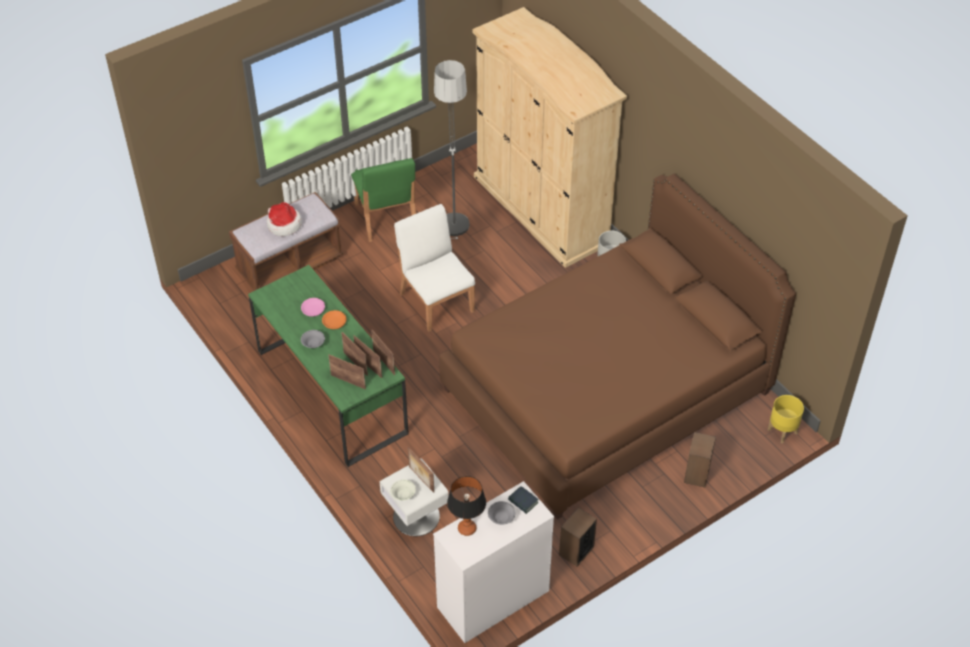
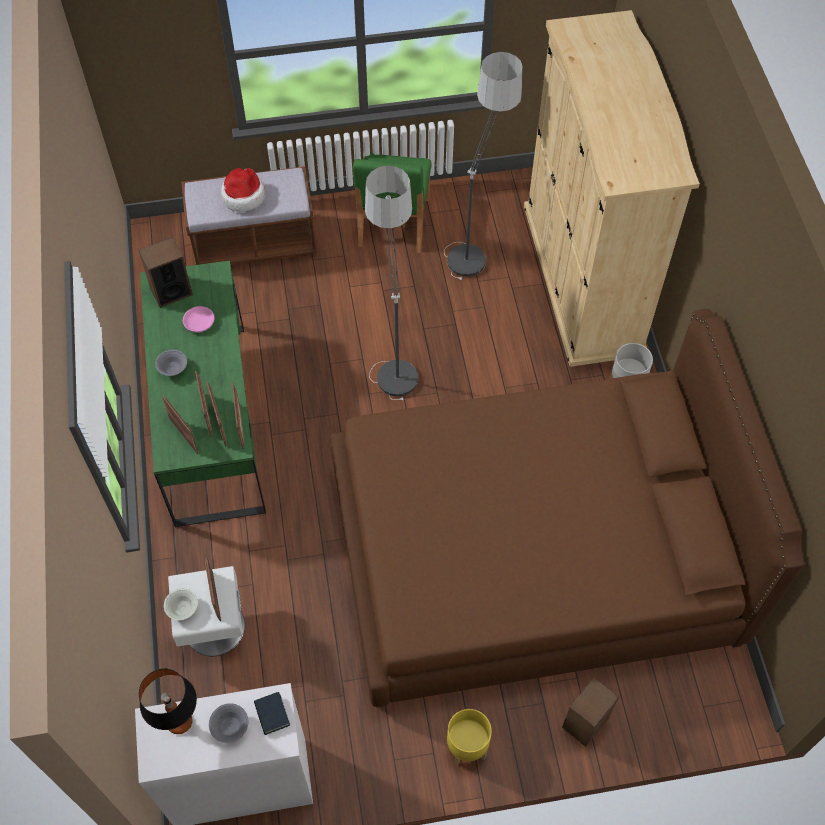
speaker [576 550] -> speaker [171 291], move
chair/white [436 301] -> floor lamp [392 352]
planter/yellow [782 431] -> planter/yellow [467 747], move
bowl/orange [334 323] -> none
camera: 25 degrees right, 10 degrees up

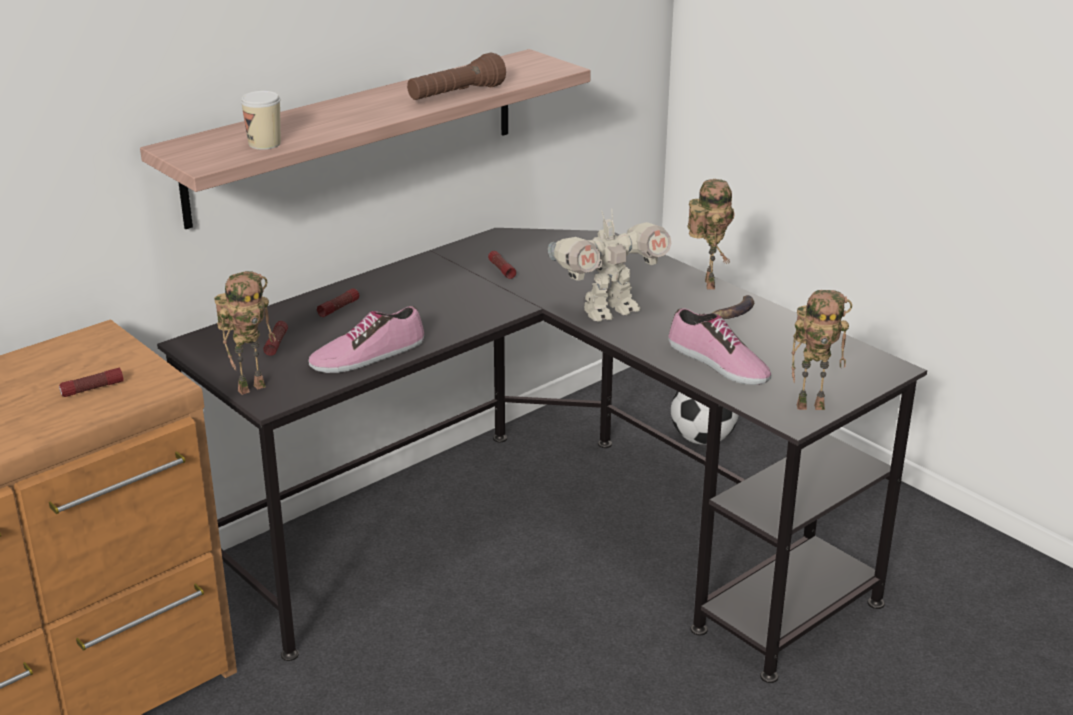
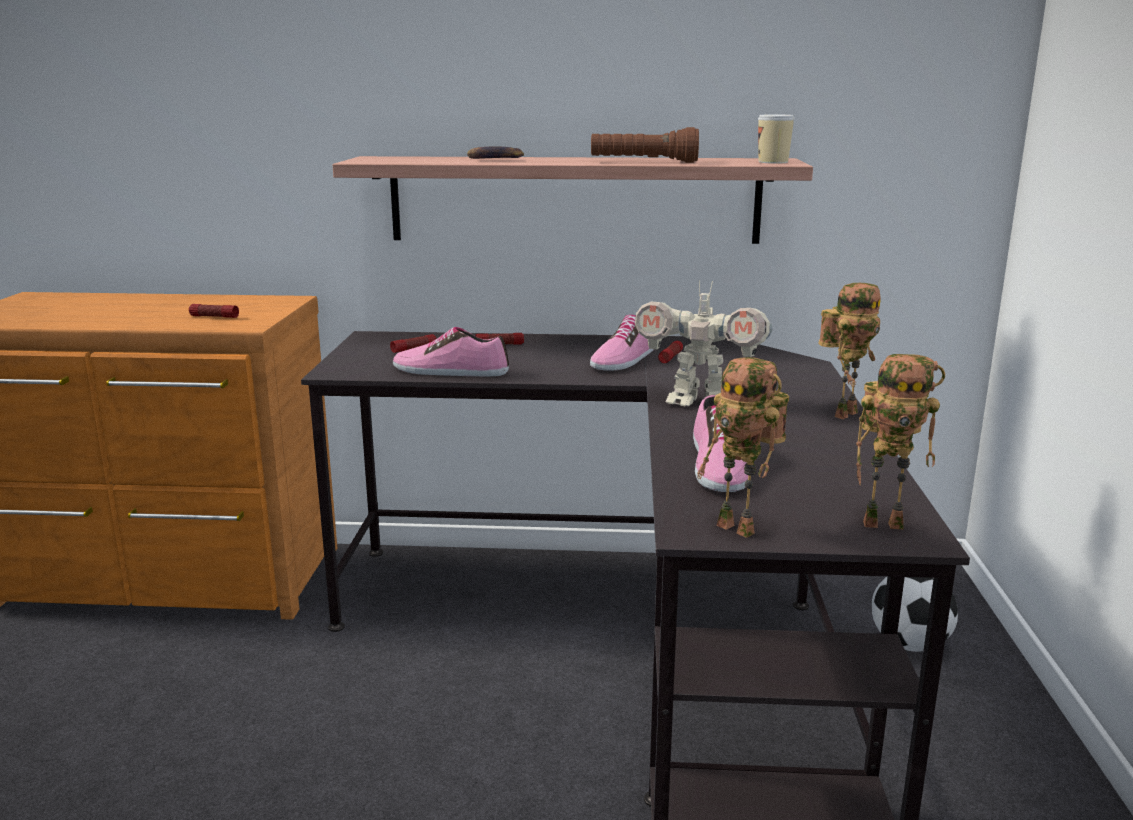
banana [732 312] -> banana [494 159], move
none -> shoe [624 358]
cup [264 144] -> cup [773 162], move
toy robot [252 387] -> toy robot [885 523], move
camera: 45 degrees right, 10 degrees down

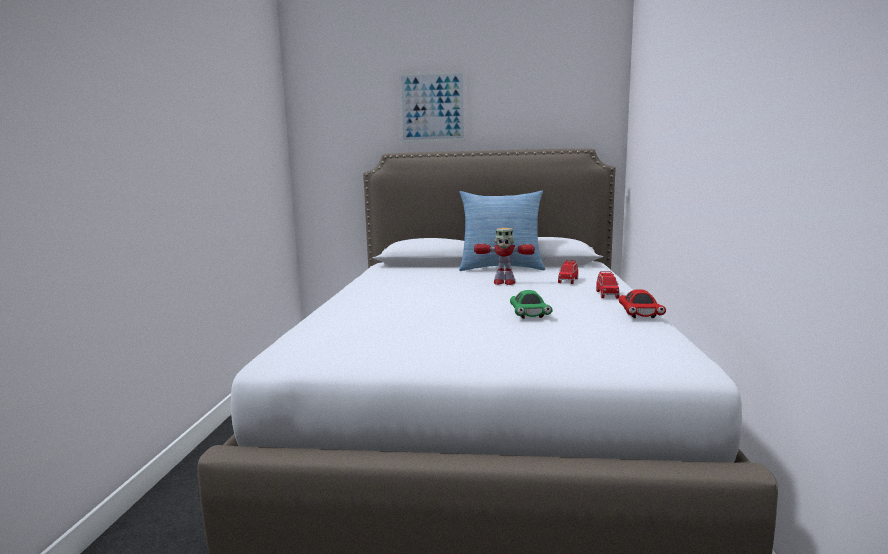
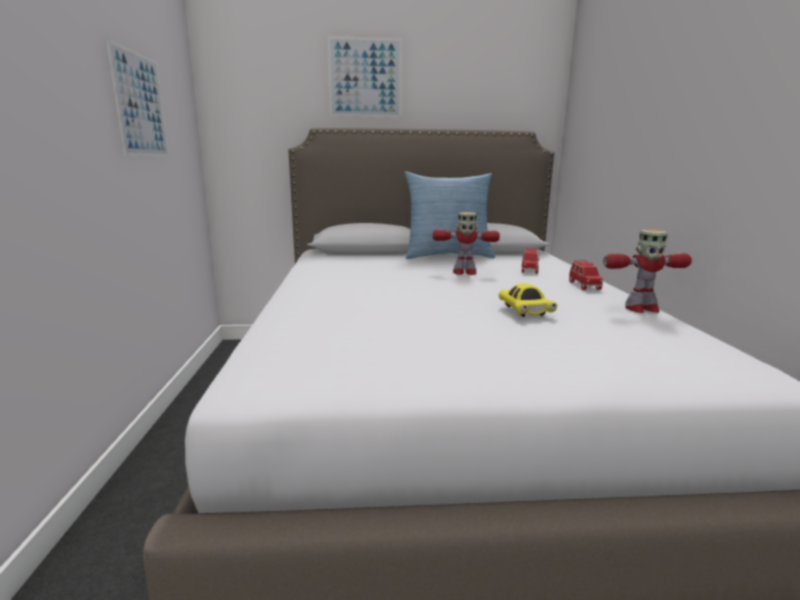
none -> picture [141 105]
toy car/green [529 314] -> toy car/yellow [524 311]
toy car/red [639 314] -> toy robot [641 308]
camera: 10 degrees left, 5 degrees up

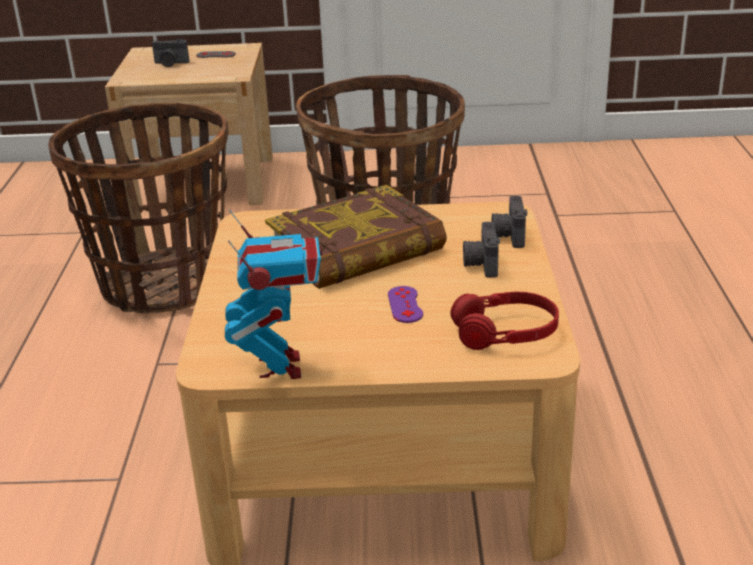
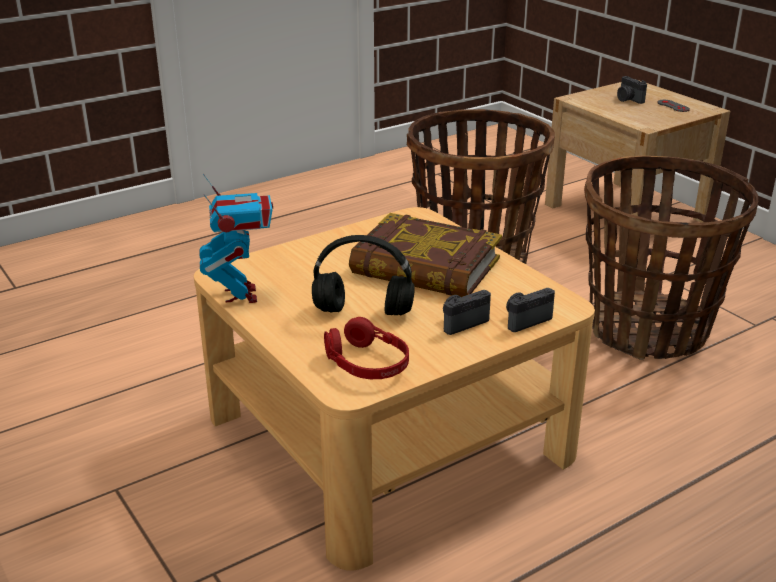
toy robot [281 366] -> toy robot [241 295], 60 degrees counterclockwise
game controller/purple [405 305] -> headphones/black [365 311]
camera: 55 degrees right, 0 degrees up

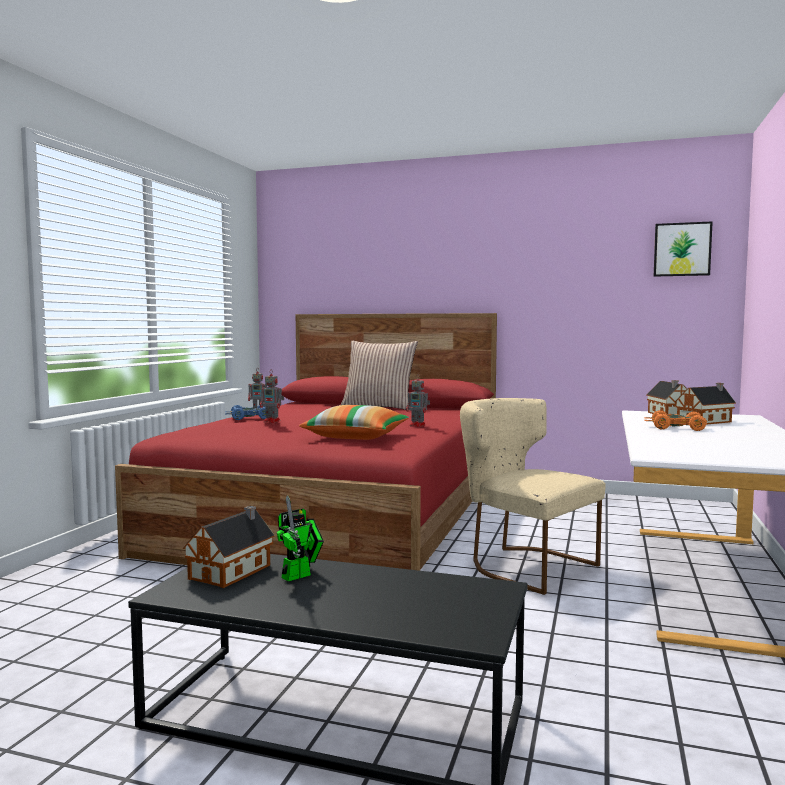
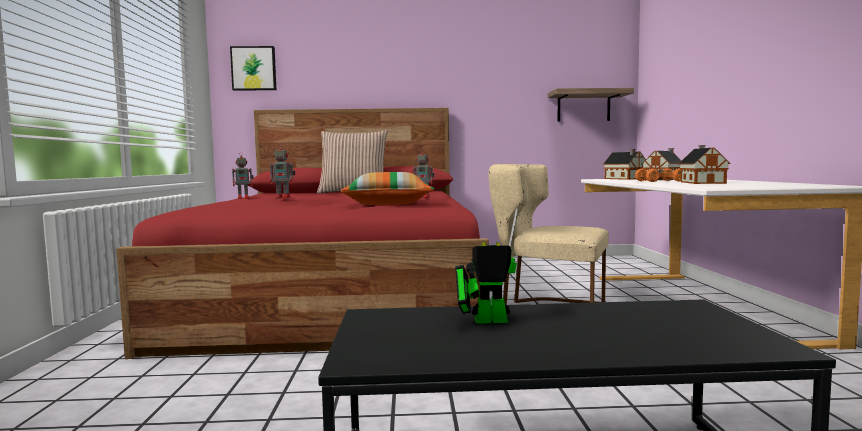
picture [682 249] -> picture [254 68], move
toy robot [300 575] -> toy robot [485 321], 120 degrees counterclockwise
none -> shelf [583 106]
toy house [233 571] -> toy house [702 182], move
toy car/blue [249 418] -> none
camera: 20 degrees left, 0 degrees up

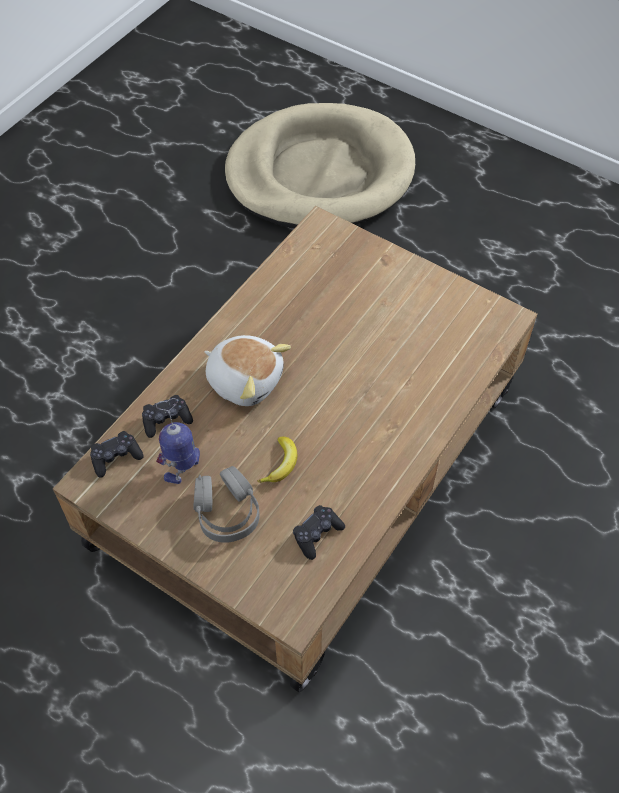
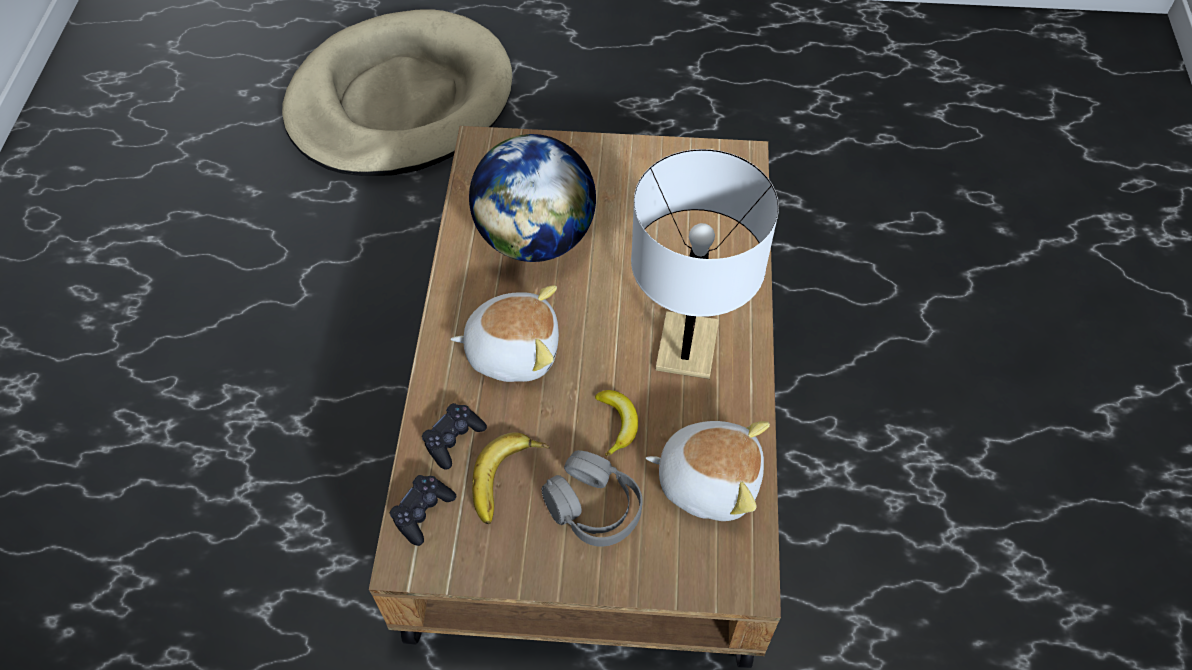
none -> globe [535 238]
toy robot [183 466] -> banana [509 481]
none -> table lamp/white [687 347]
game controller/black [317 534] -> plush toy [708 479]
camera: 30 degrees left, 0 degrees up

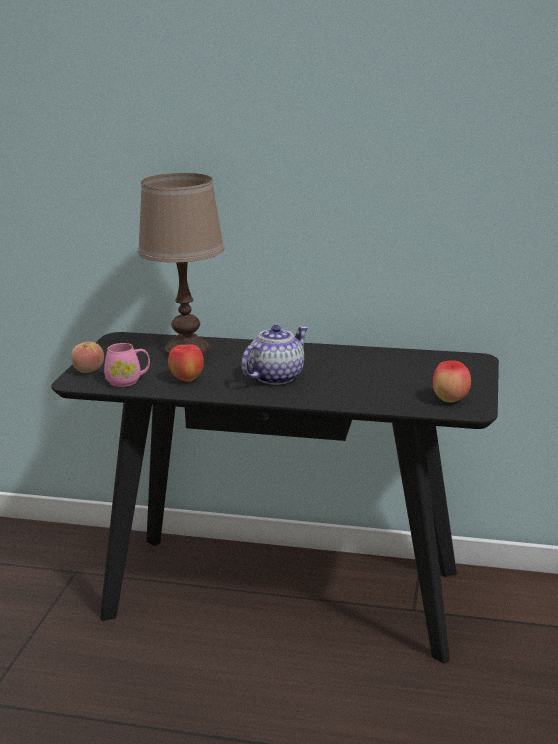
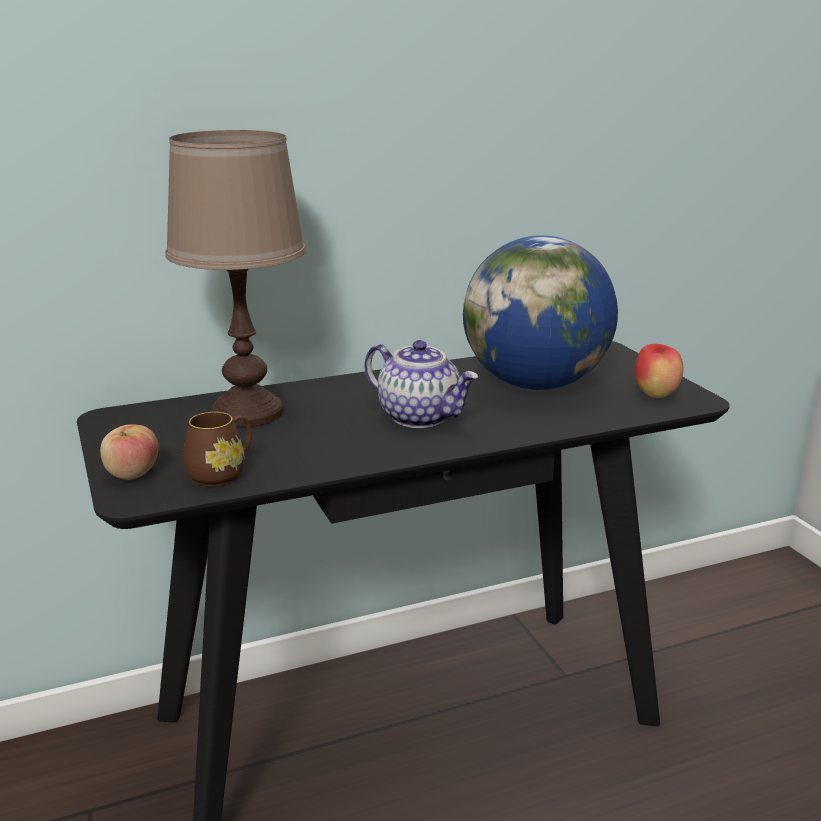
mug/pink [128 381] -> mug/brown [222 473]
teapot [276 377] -> teapot [420 417], 120 degrees clockwise
none -> globe [536 385]
apple [187 379] -> none
camera: 35 degrees left, 0 degrees up

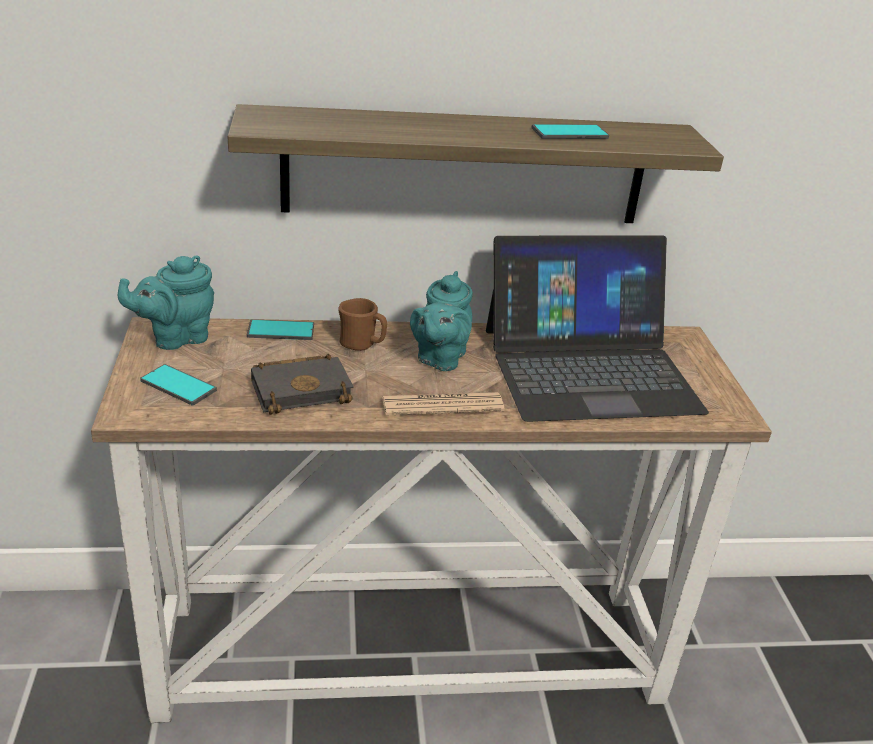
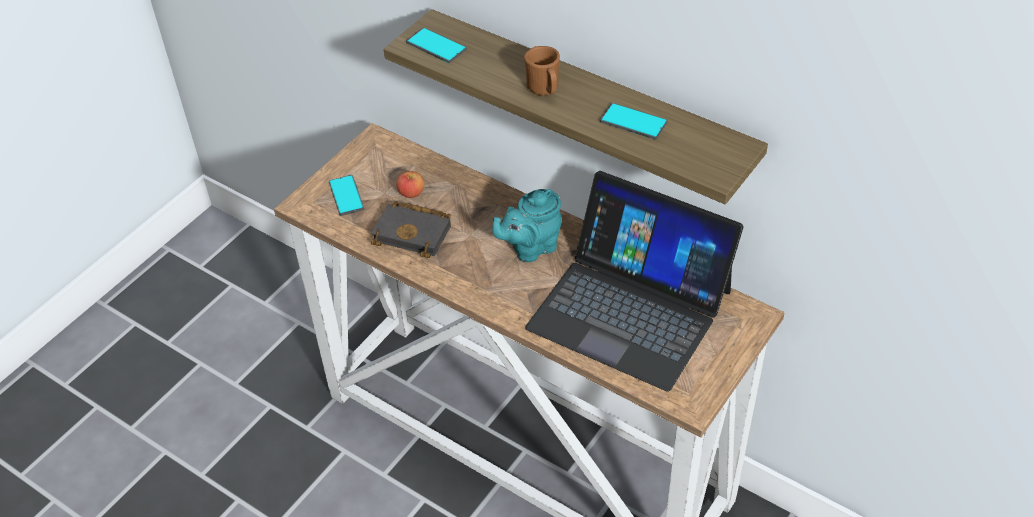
none -> apple [411 193]
phone [281 331] -> phone [436 46], move
mug/brown [362 345] -> mug/brown [544 90], move
teapot/turquoise [176 338] -> none
newspaper [442 405] -> none
camera: 45 degrees right, 15 degrees up

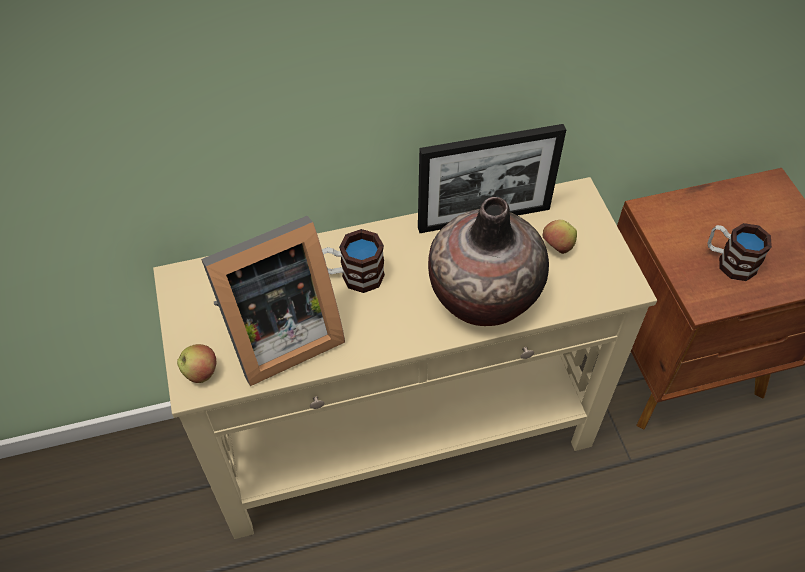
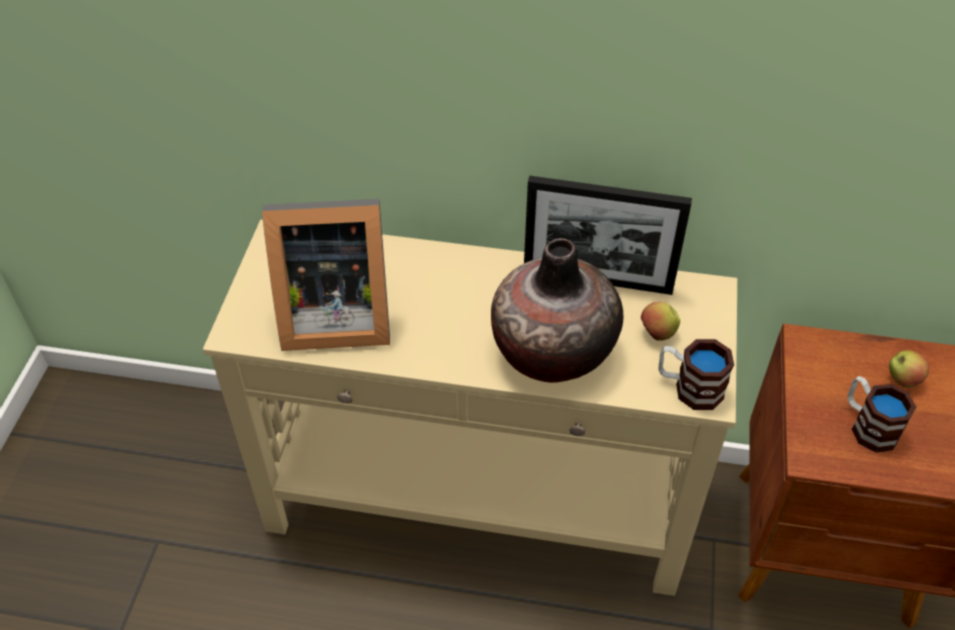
mug [353 276] -> mug [689 388], move
apple [201 373] -> apple [902 380], move
camera: 25 degrees right, 5 degrees down

